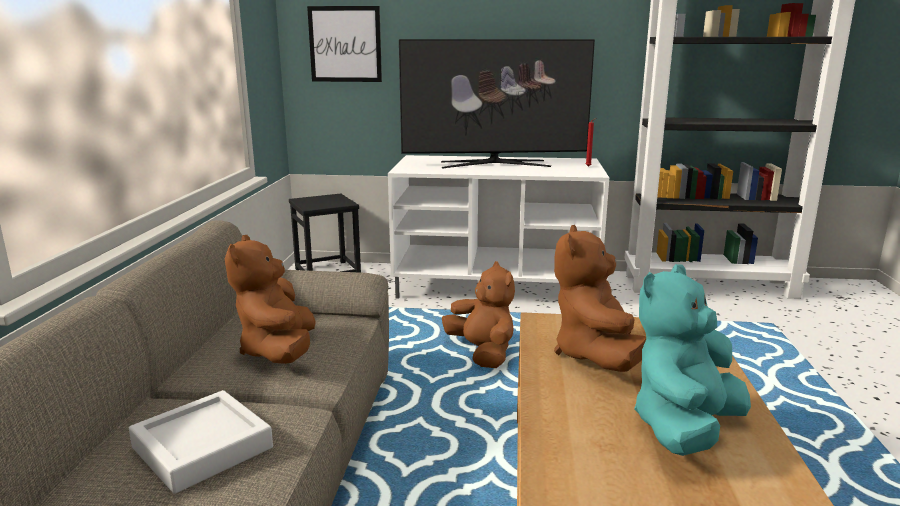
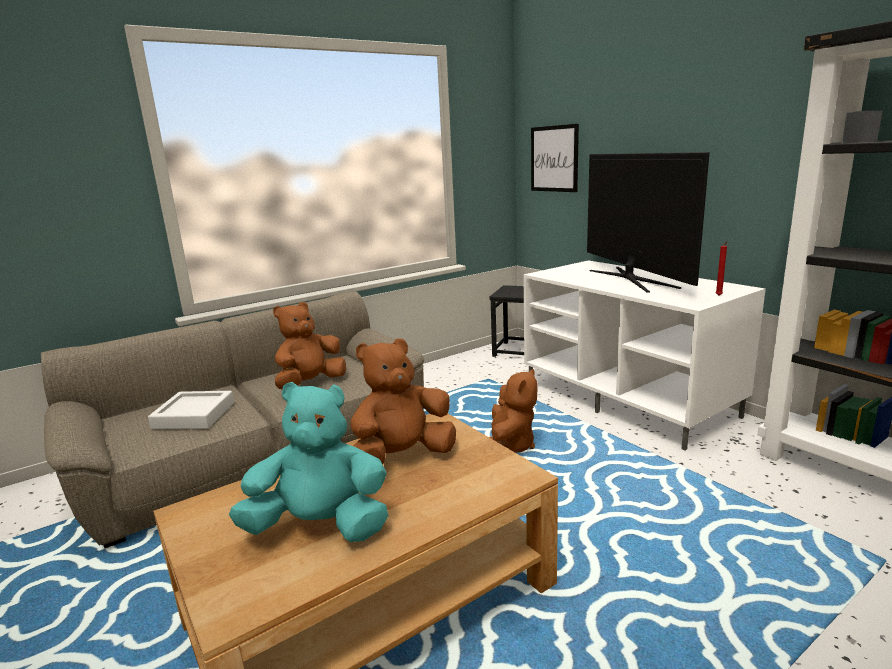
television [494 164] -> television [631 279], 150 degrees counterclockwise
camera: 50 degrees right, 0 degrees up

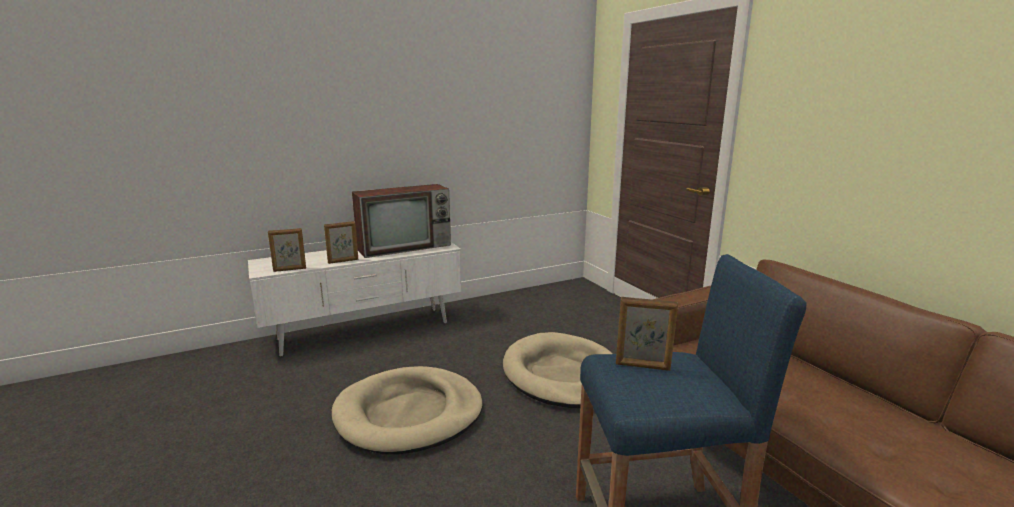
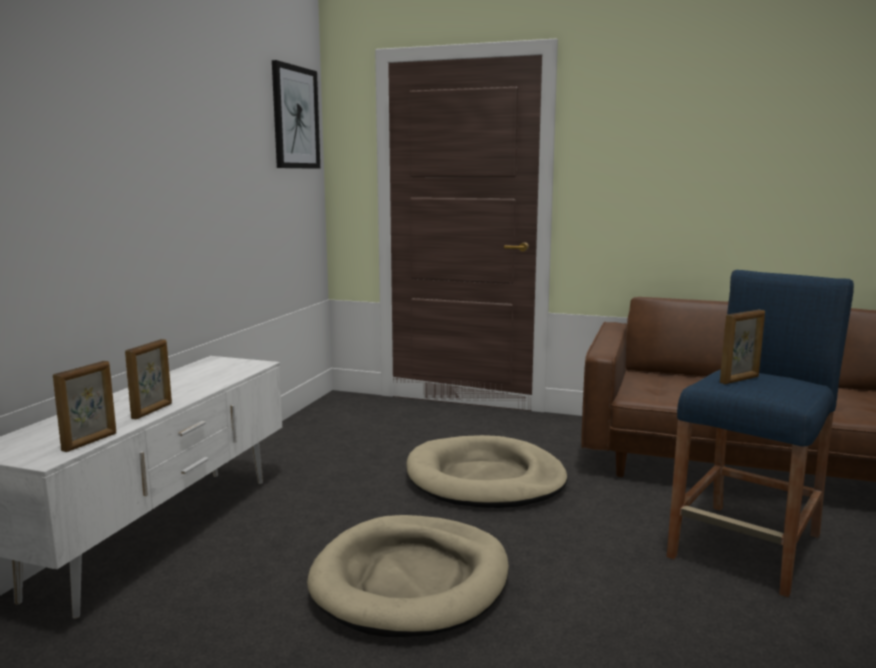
none -> picture [295 118]
television [406 247] -> none
camera: 45 degrees left, 5 degrees down

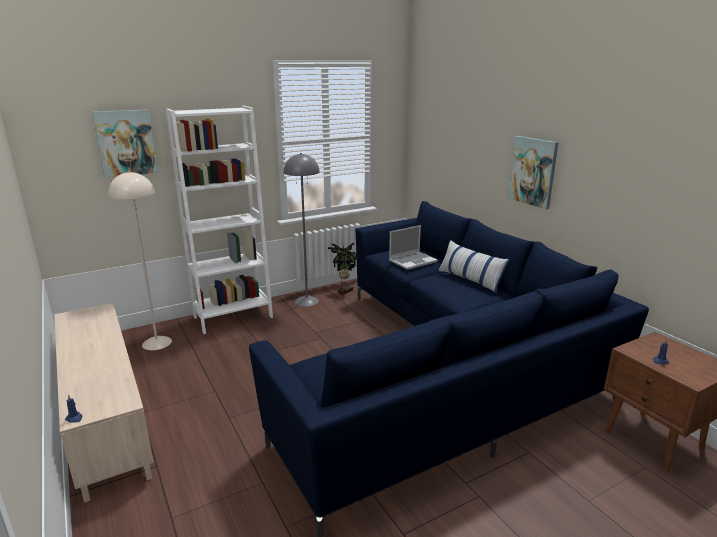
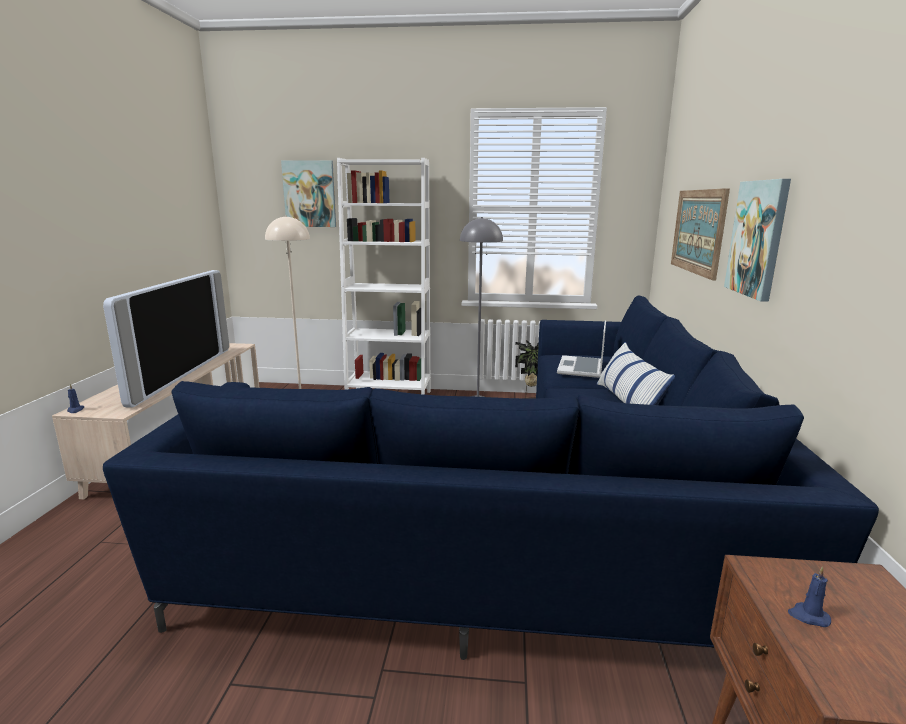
none -> television [179 374]
laptop [413 261] -> laptop [581 368], 105 degrees clockwise
none -> picture [698 231]
camera: 35 degrees right, 5 degrees down

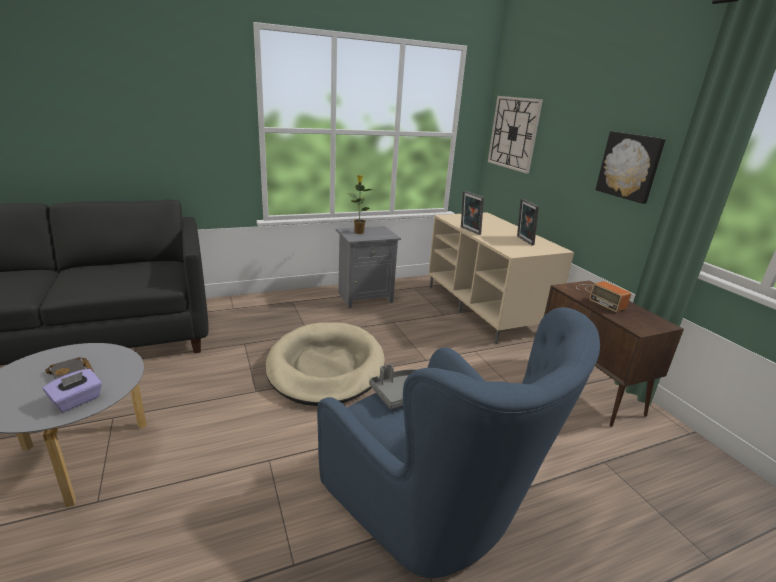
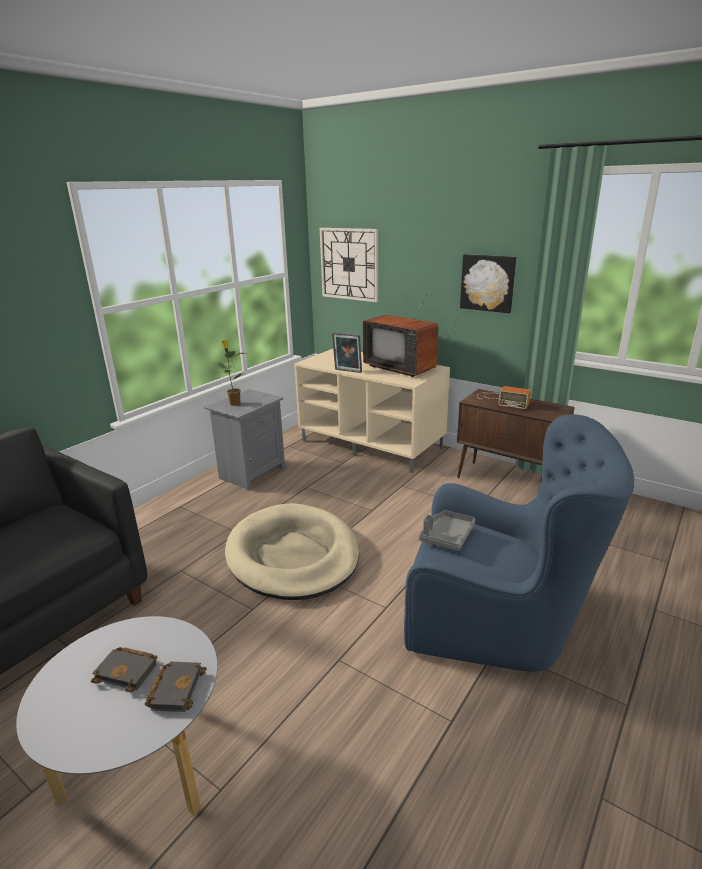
tissue box/purple [77 401] -> book/black [175 688]
picture frame [523 240] -> television [402 367]
camera: 30 degrees left, 0 degrees up

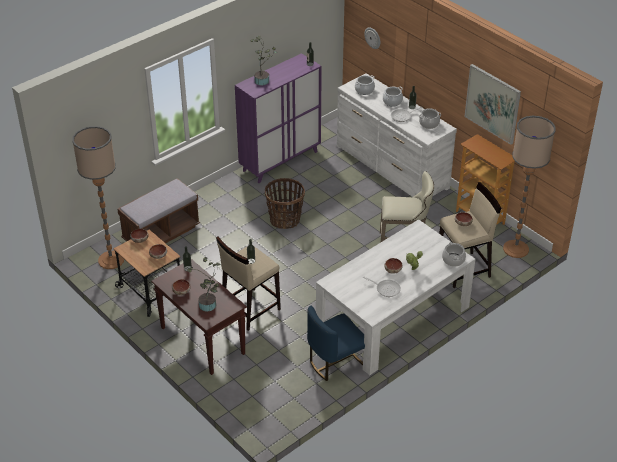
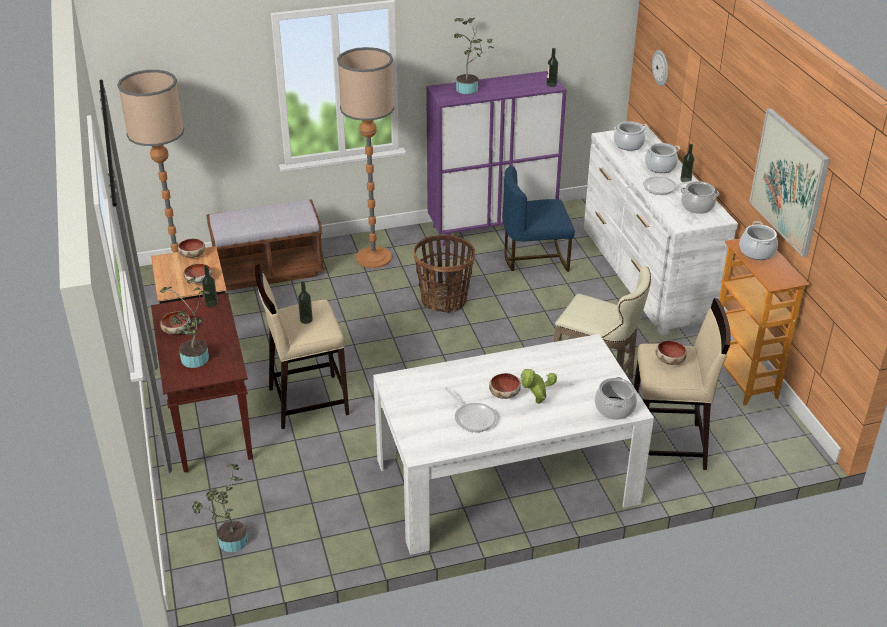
none -> potted plant [229 542]
floor lamp [515 249] -> floor lamp [373 257], move
chair/blue [336 362] -> chair/blue [535 258], move
none -> cooking pot [756 252]
camera: 25 degrees right, 5 degrees down

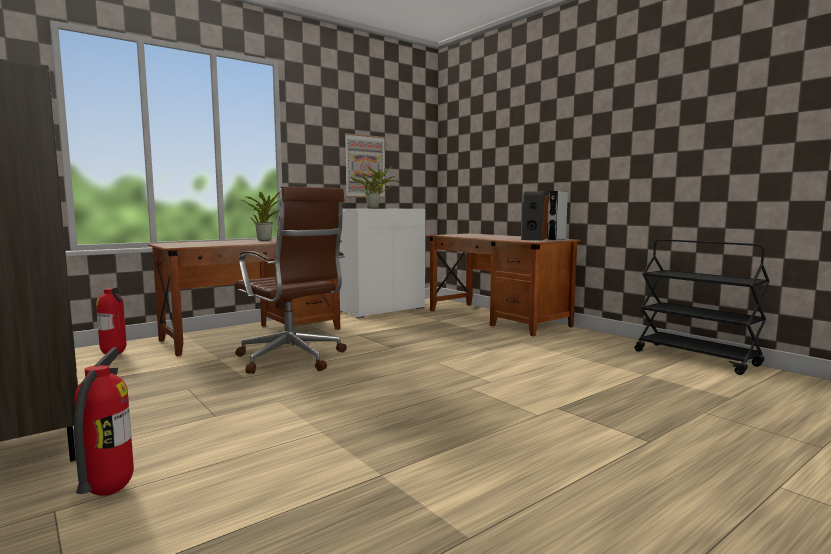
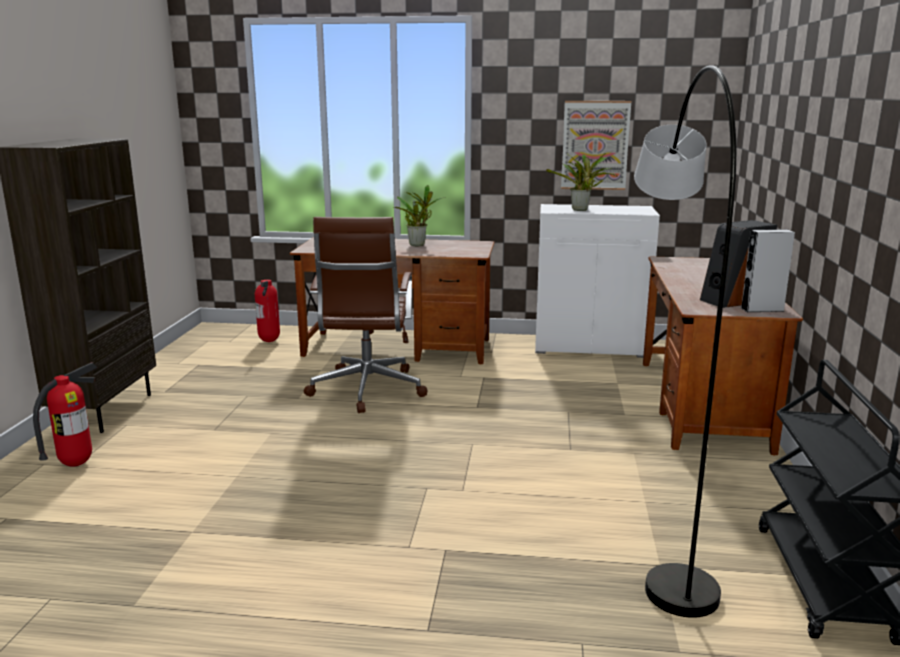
none -> floor lamp/grey [658 520]
camera: 45 degrees right, 10 degrees up

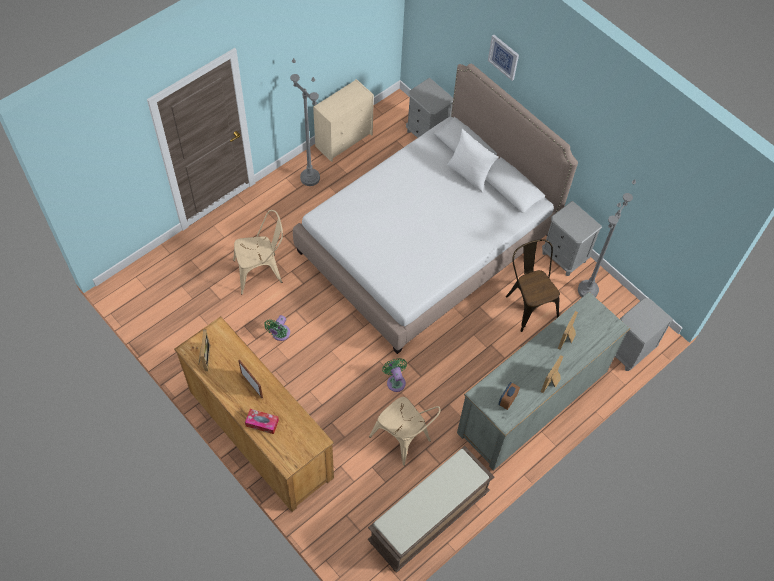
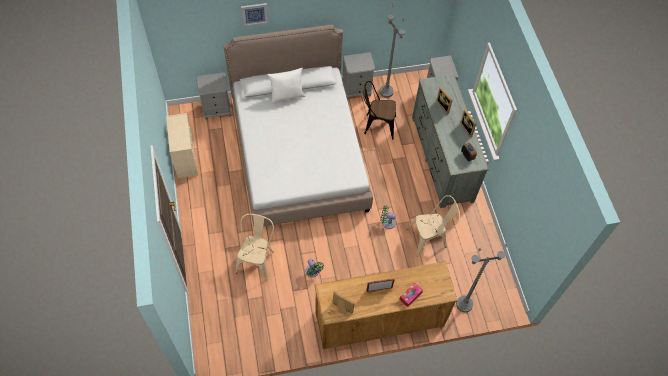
floor lamp/grey [309 178] -> floor lamp/grey [464 304], move
bench/brown [429 518] -> none
camera: 60 degrees left, 0 degrees up

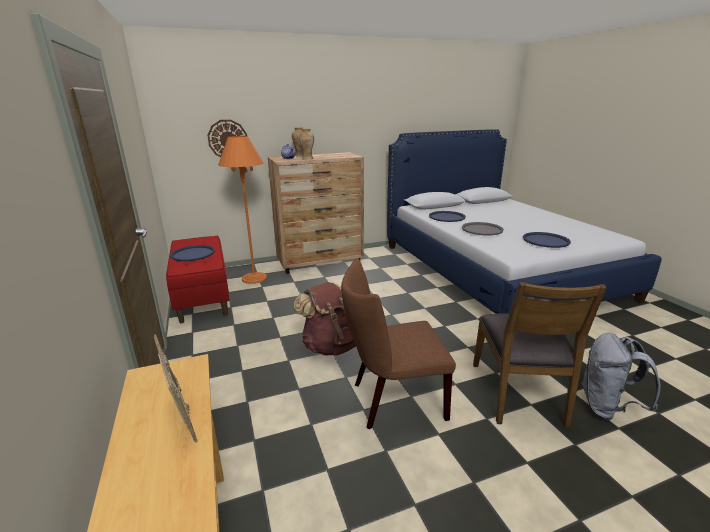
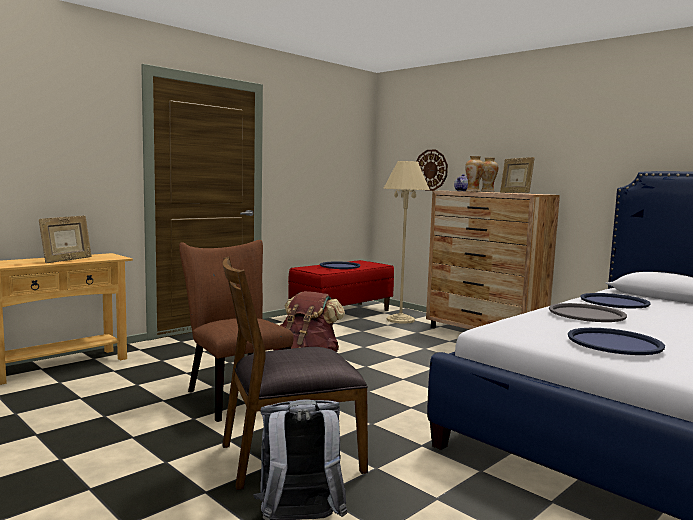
floor lamp/orange [254 278] -> floor lamp/beige [400 320]
none -> picture frame [515 193]
camera: 65 degrees right, 15 degrees down

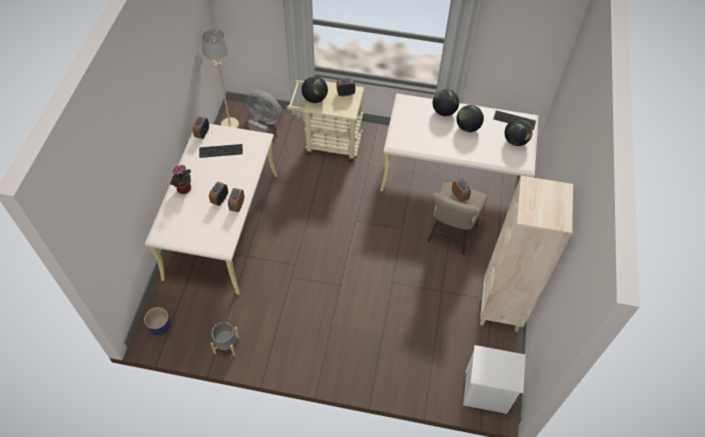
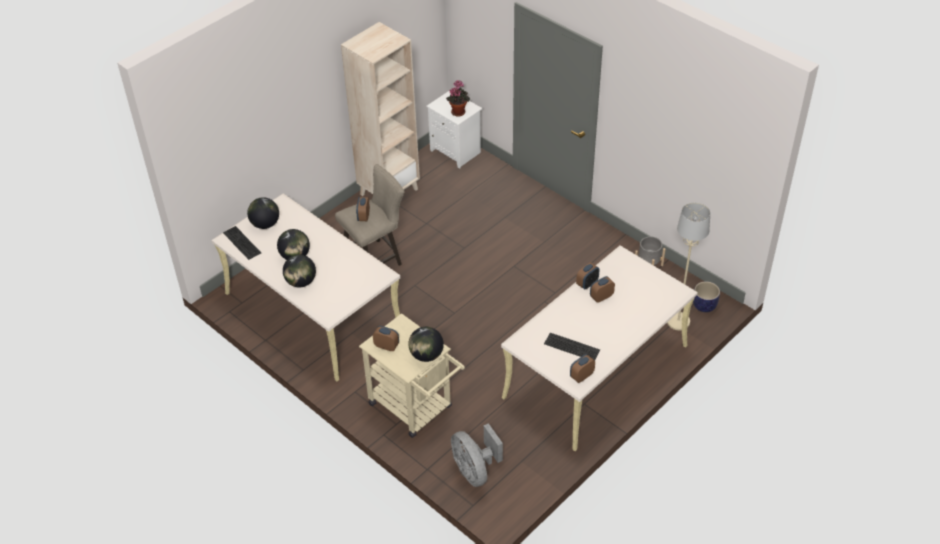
potted plant [184 189] -> potted plant [458 111], move
floor lamp/beige [230 124] -> floor lamp/beige [678 321], move
camera: 145 degrees left, 10 degrees down

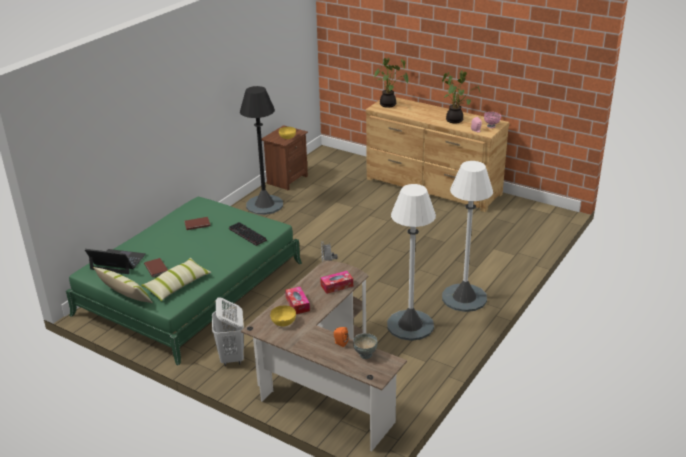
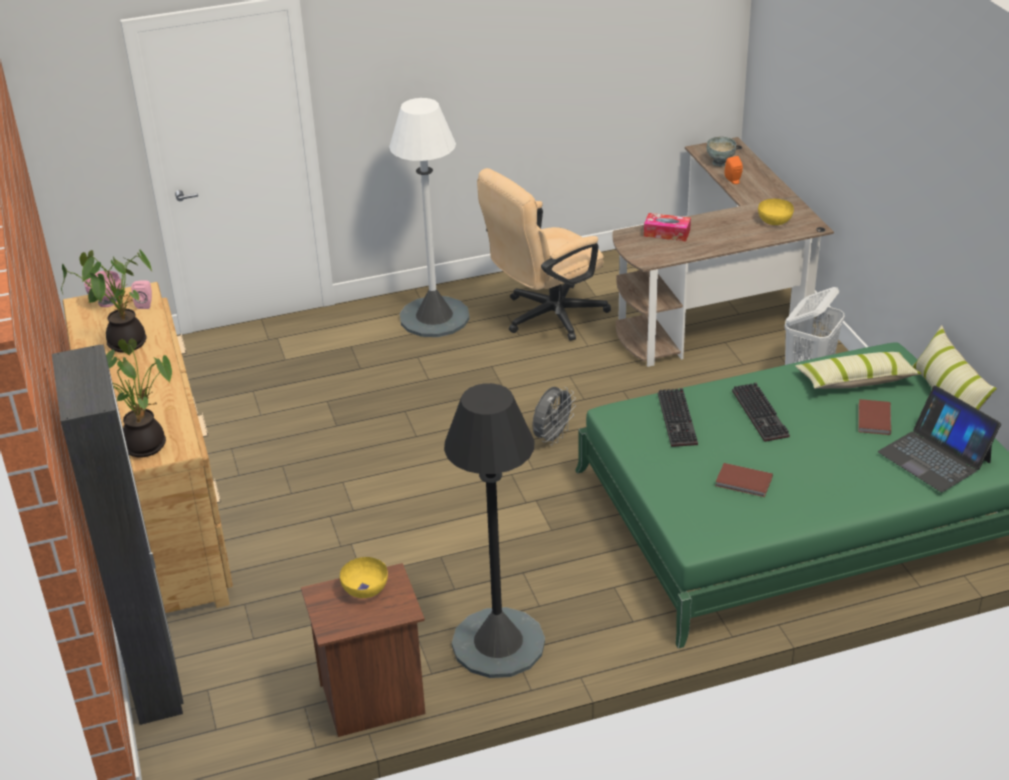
none -> wardrobe/black [156 681]
floor lamp/white [410 325] -> office chair/beige [545 317]
none -> keyboard [762 414]
tissue box [297 304] -> none
camera: 140 degrees left, 5 degrees up

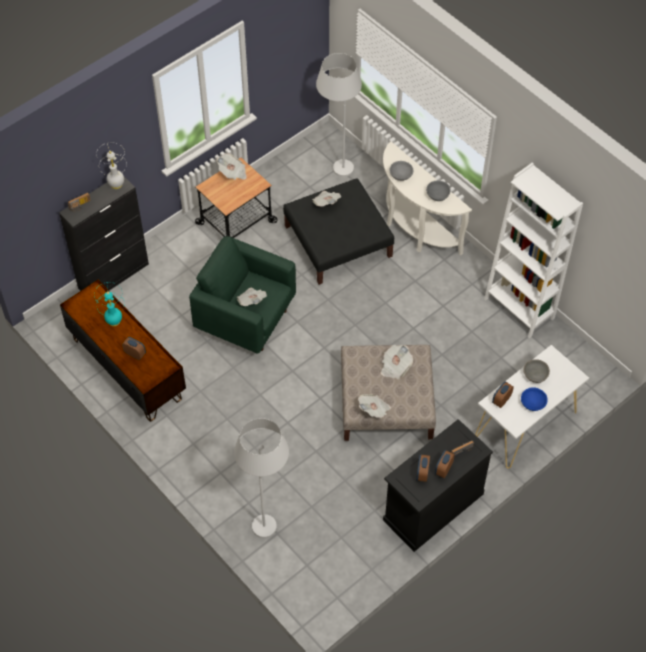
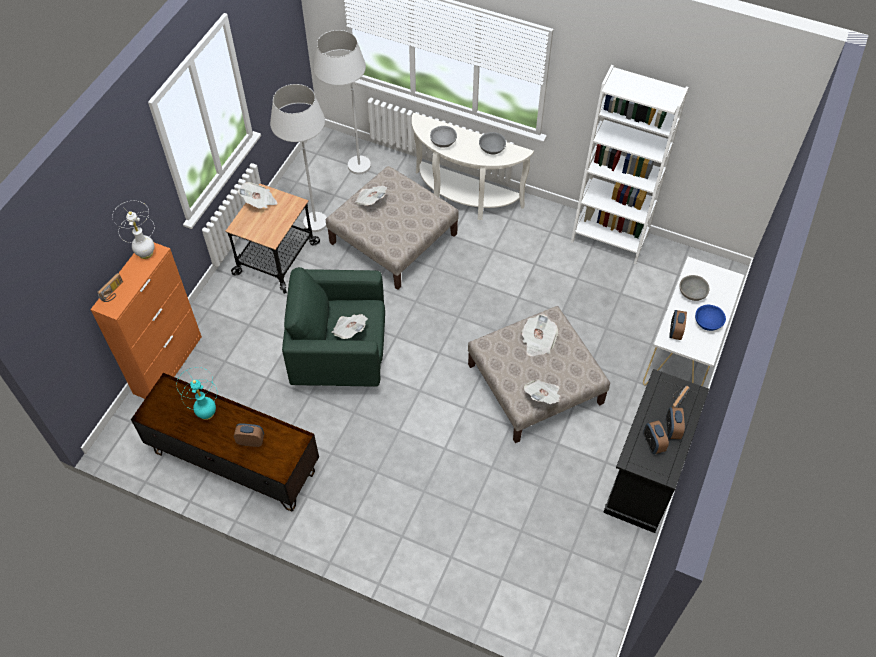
cabinet/black [114 276] -> cabinet/orange [168 364]
floor lamp/white [266 514] -> floor lamp/white [312 213], move
ottoman/black [338 241] -> ottoman/beige [393 238]
camera: 25 degrees left, 0 degrees up

